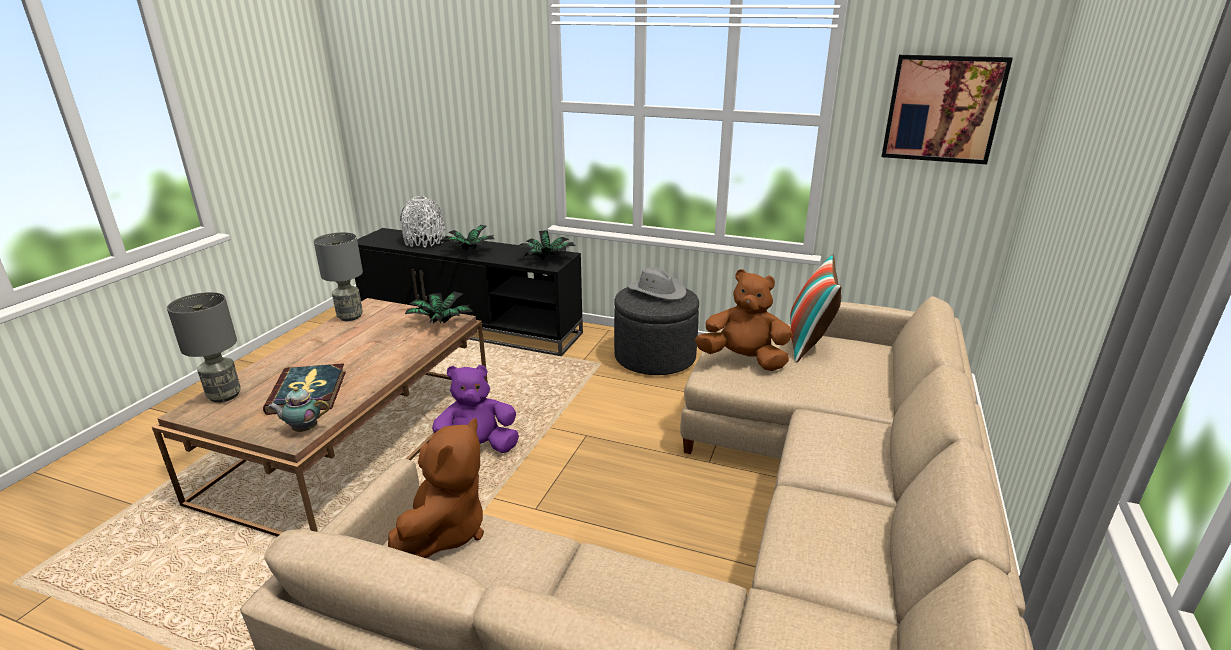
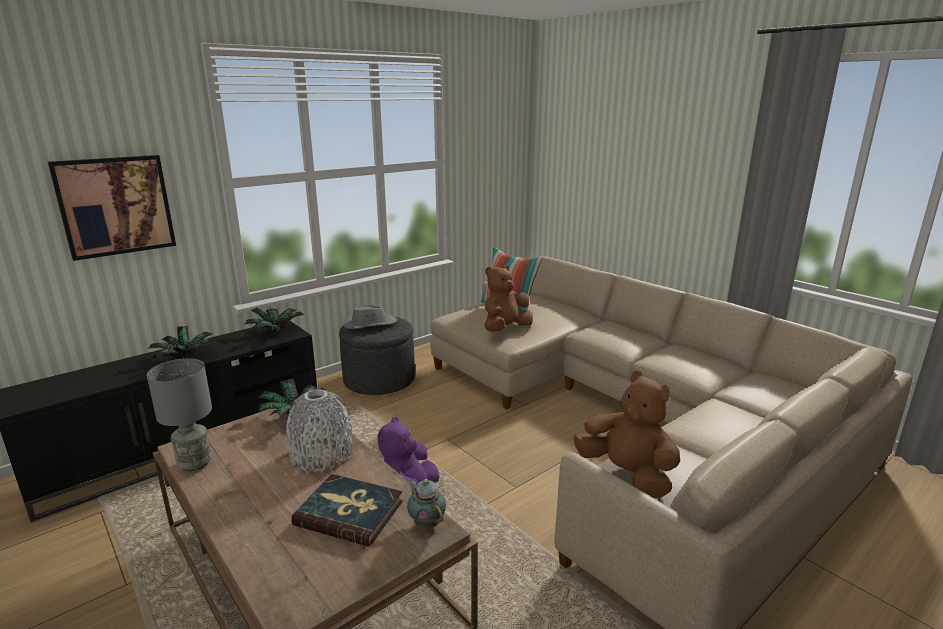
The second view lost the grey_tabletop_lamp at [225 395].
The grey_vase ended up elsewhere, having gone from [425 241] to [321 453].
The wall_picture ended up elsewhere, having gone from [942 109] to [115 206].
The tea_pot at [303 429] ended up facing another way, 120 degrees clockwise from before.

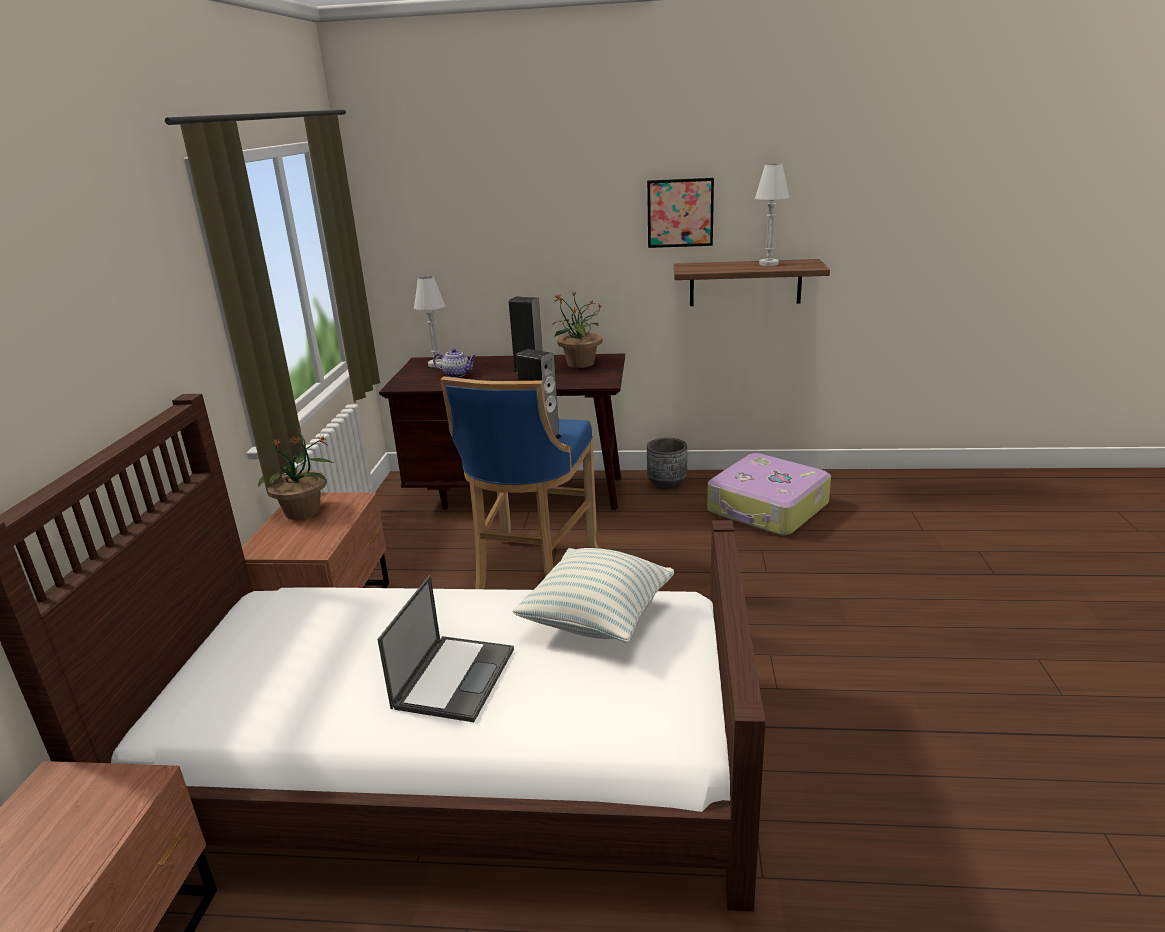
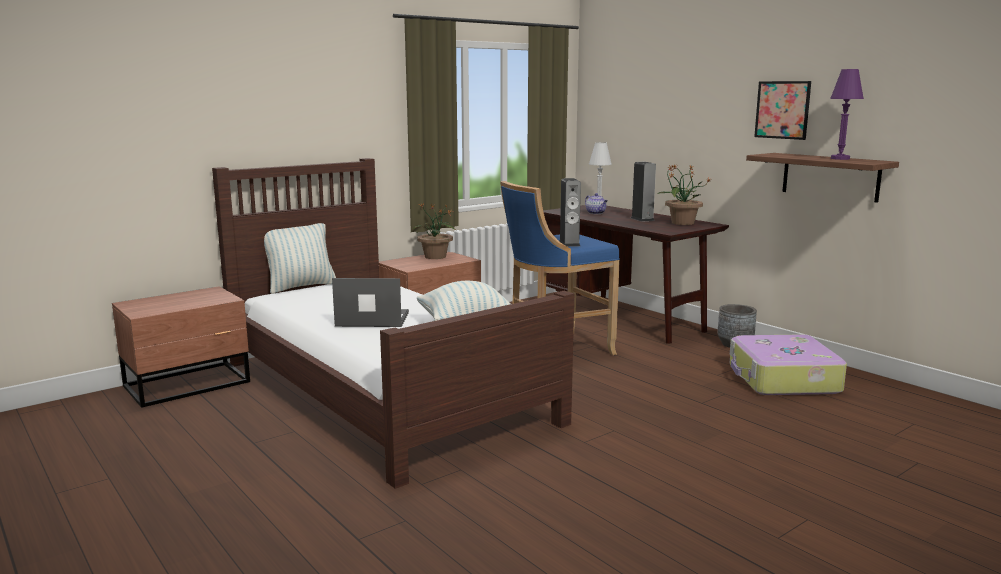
The second view gained the cushion at [301 287].
What was the whitish_tabletop_lamp at [768 264] turned into the purplish_tabletop_lamp at [840 158].
The laptop at [454 677] ended up facing another way, 150 degrees counterclockwise from before.

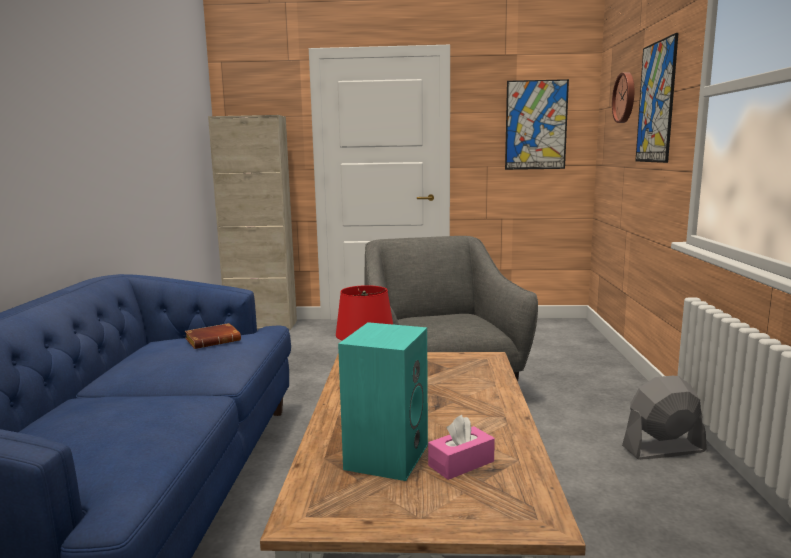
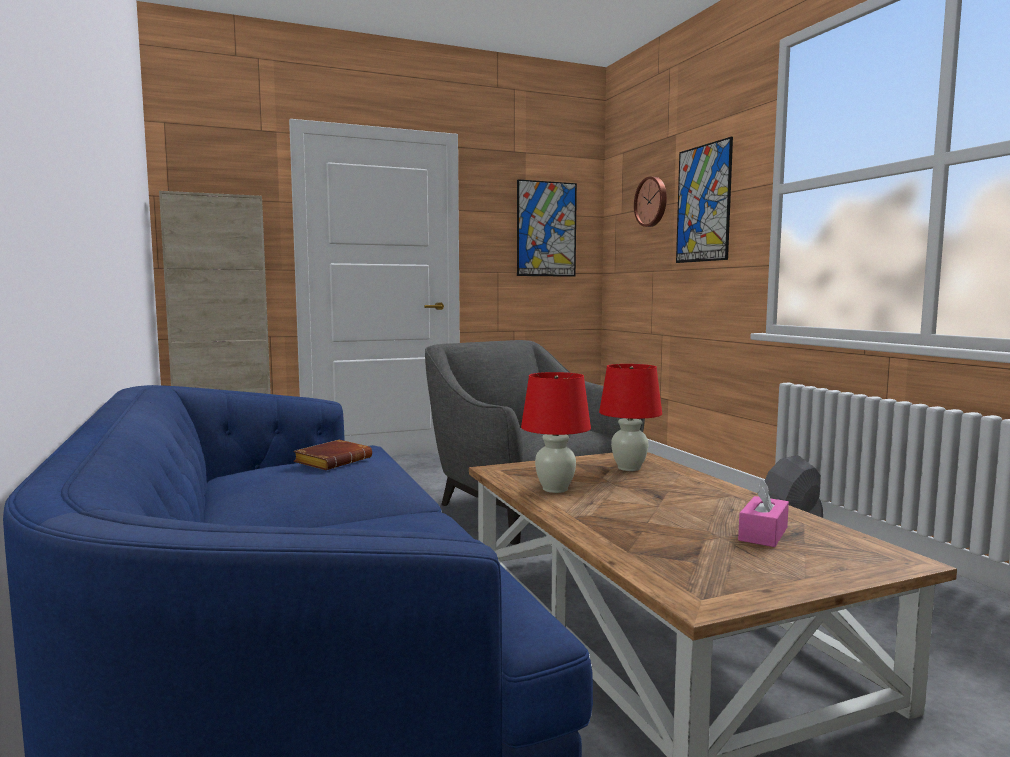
The second view lost the turquoise-coloured_speaker at [386 455].
The second view gained the reddish_tabletop_lamp at [628 468].

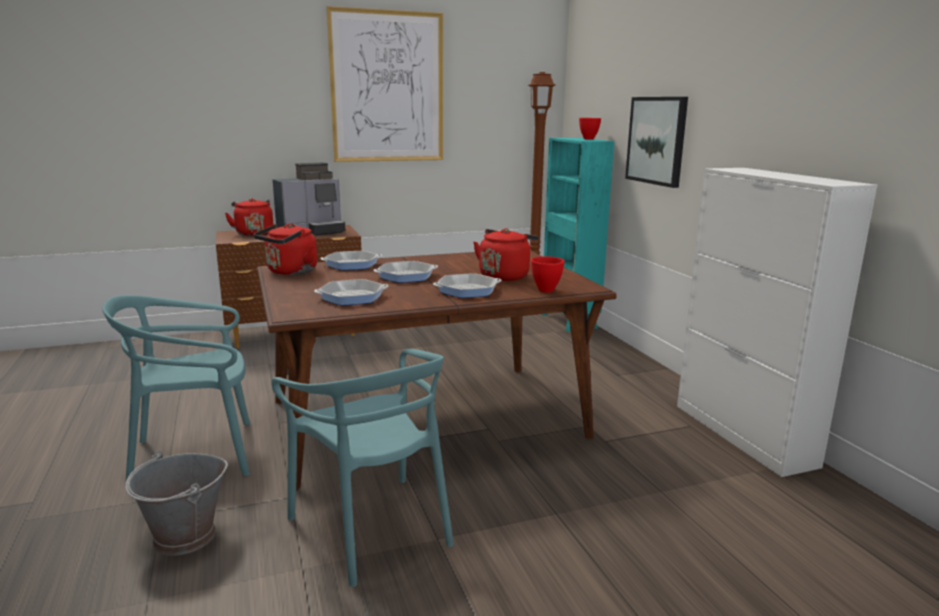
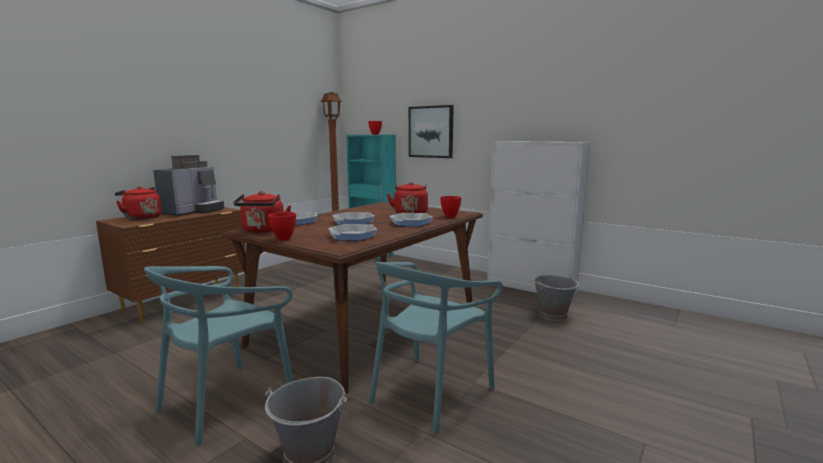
The second view lost the wall_picture at [387 87].
The second view gained the reddish_serving_bowl at [284 239].
The second view gained the grey_bucket at [553 315].
The turquoise-coloured_plain_chair at [373 528] ended up facing another way, 105 degrees clockwise from before.

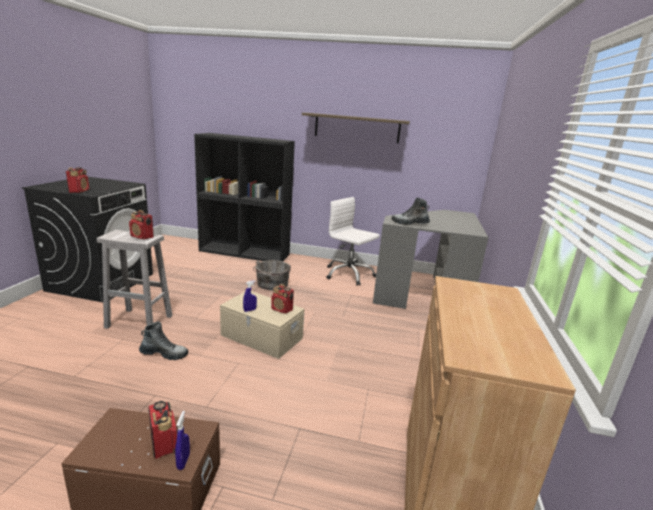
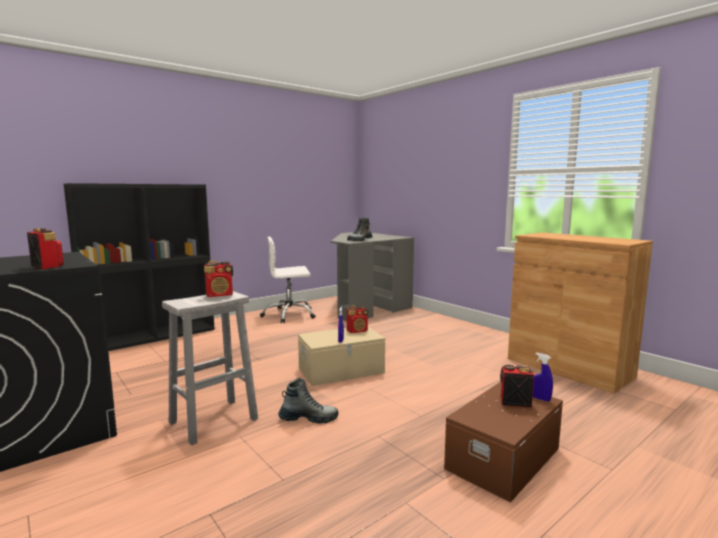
The second view lost the grey_bucket at [271 285].
The second view lost the bracket_shelf at [357 128].
The tall_boot at [164 354] ended up facing another way, 45 degrees clockwise from before.

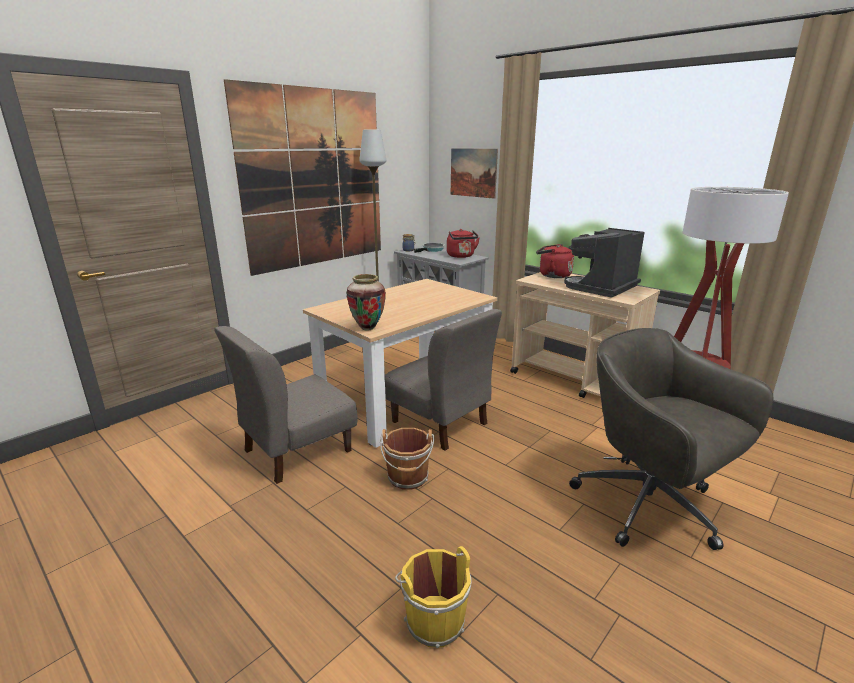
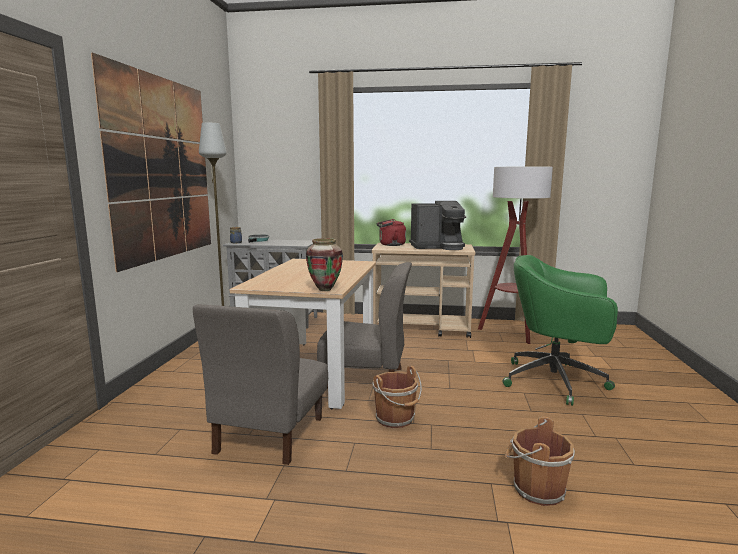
The second view lost the reddish_water_kettle at [461 256].
The second view lost the wall_picture at [473 172].
What was the yellow-coloured_bucket at [433 619] turned into the brown_bucket at [536 489].
What was the grey_computer_chair at [650 507] turned into the green-coloured_computer_chair at [557 381].
The coffee_maker at [602 288] ended up facing another way, 105 degrees counterclockwise from before.

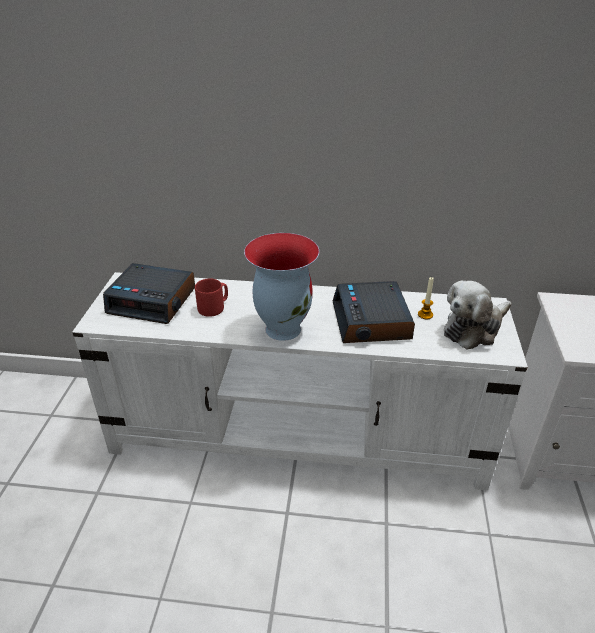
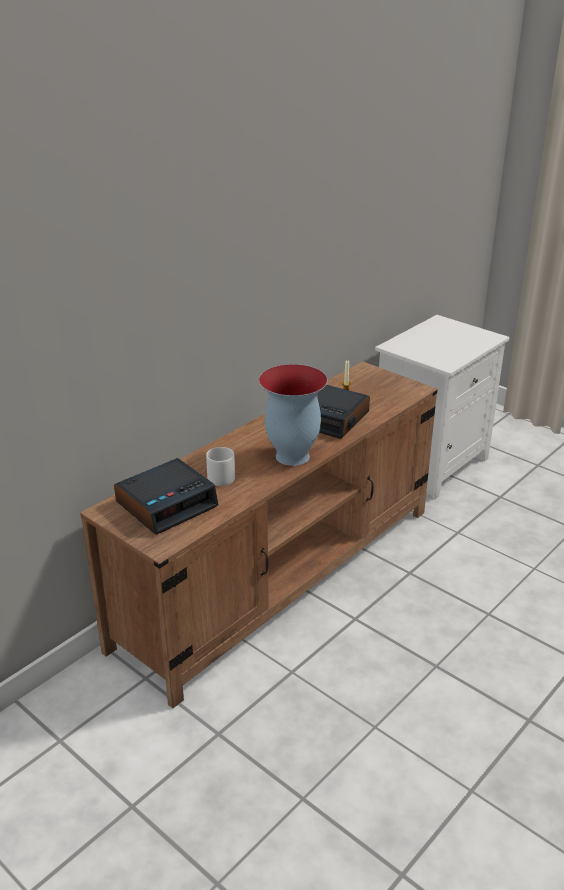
The second view lost the cuddly_toy at [474 329].
What was the whitish_tv_stand at [299 435] turned into the brown_tv_stand at [281 575].
What was the reddish_coffee_mug at [214 308] turned into the whitish_coffee_mug at [221 477].

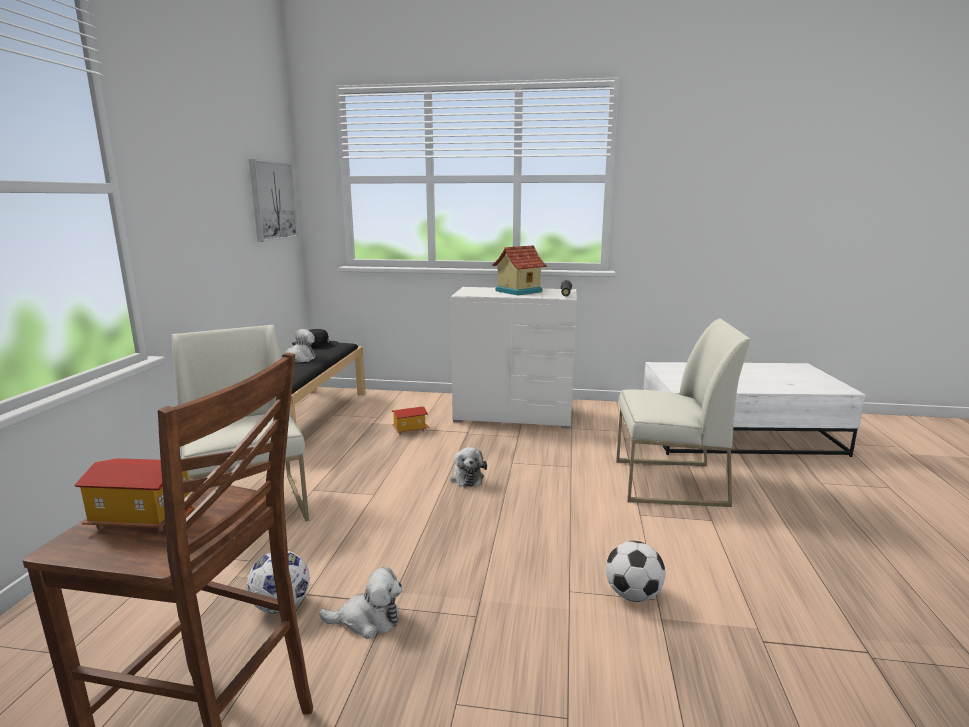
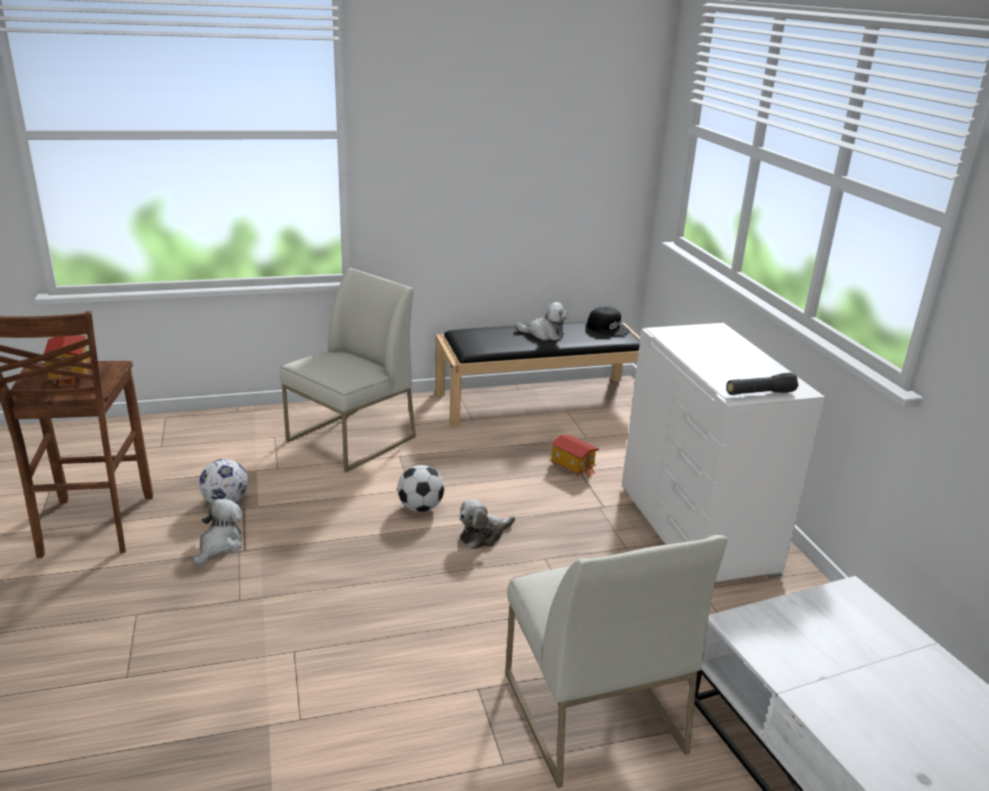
The second view lost the wall_picture at [273 201].
The second view lost the model_house at [517 291].
The football_ball ended up elsewhere, having gone from [632 595] to [420 507].
The cuddly_toy at [367 620] ended up facing another way, 135 degrees counterclockwise from before.

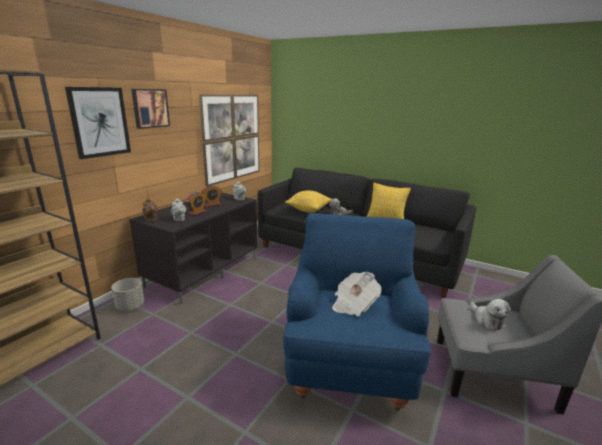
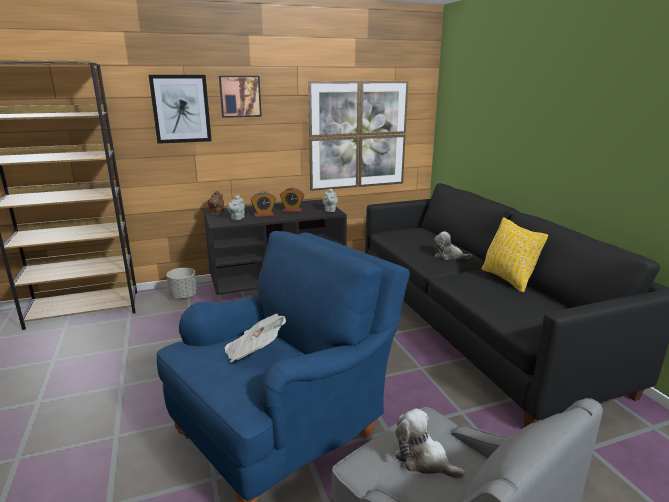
The second view lost the yellow-coloured_cushion at [308 210].
The cuddly_toy at [487 320] ended up facing another way, 105 degrees clockwise from before.

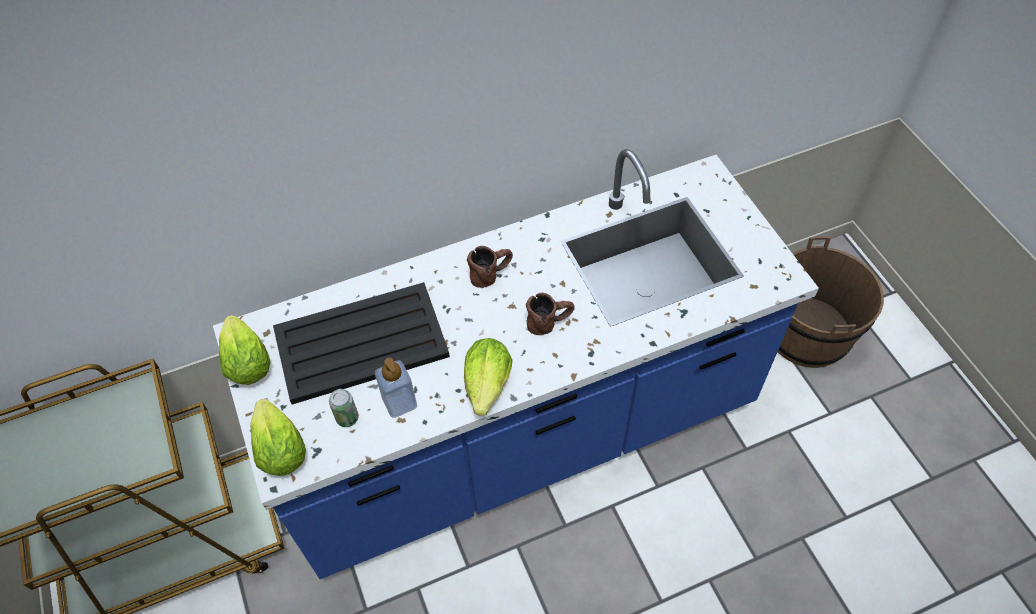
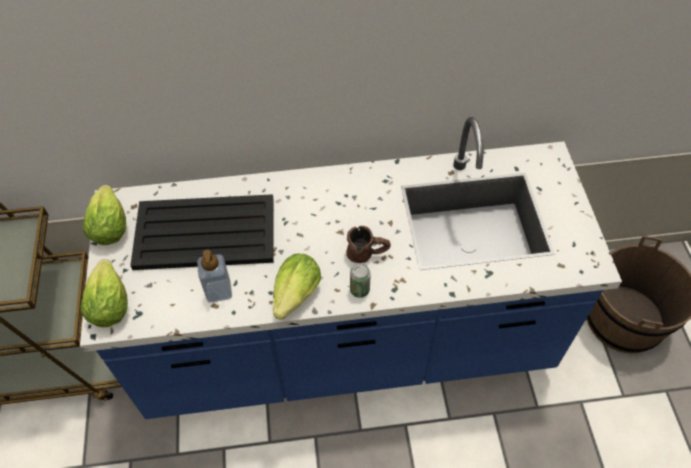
The second view lost the brown_coffee_mug at [491 274].
The sealed_can ended up elsewhere, having gone from [347 418] to [359 290].

